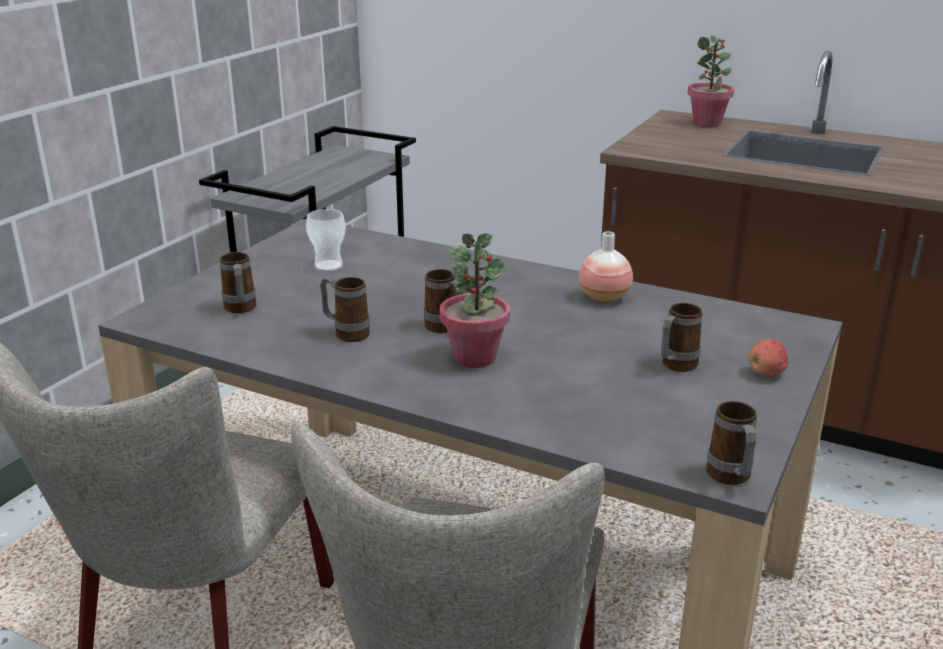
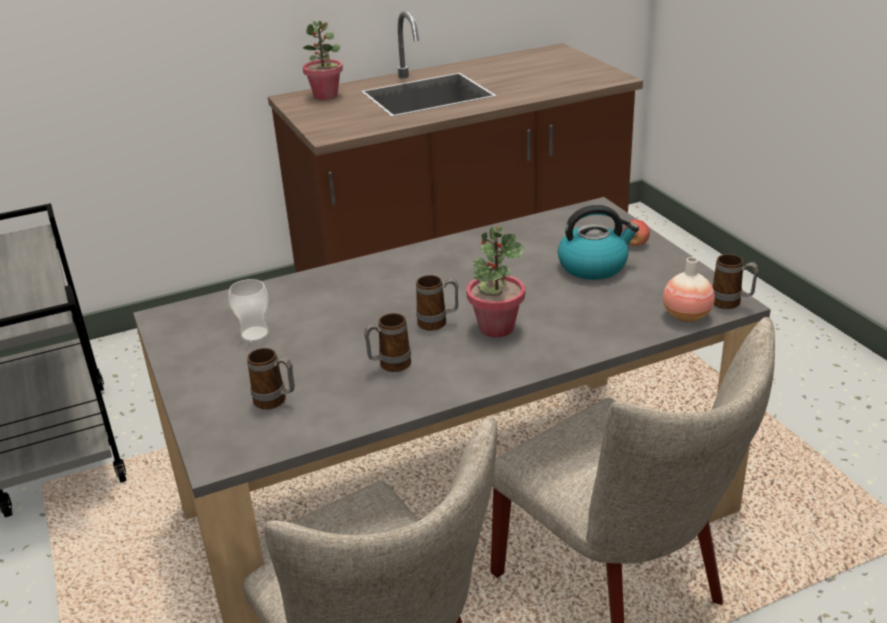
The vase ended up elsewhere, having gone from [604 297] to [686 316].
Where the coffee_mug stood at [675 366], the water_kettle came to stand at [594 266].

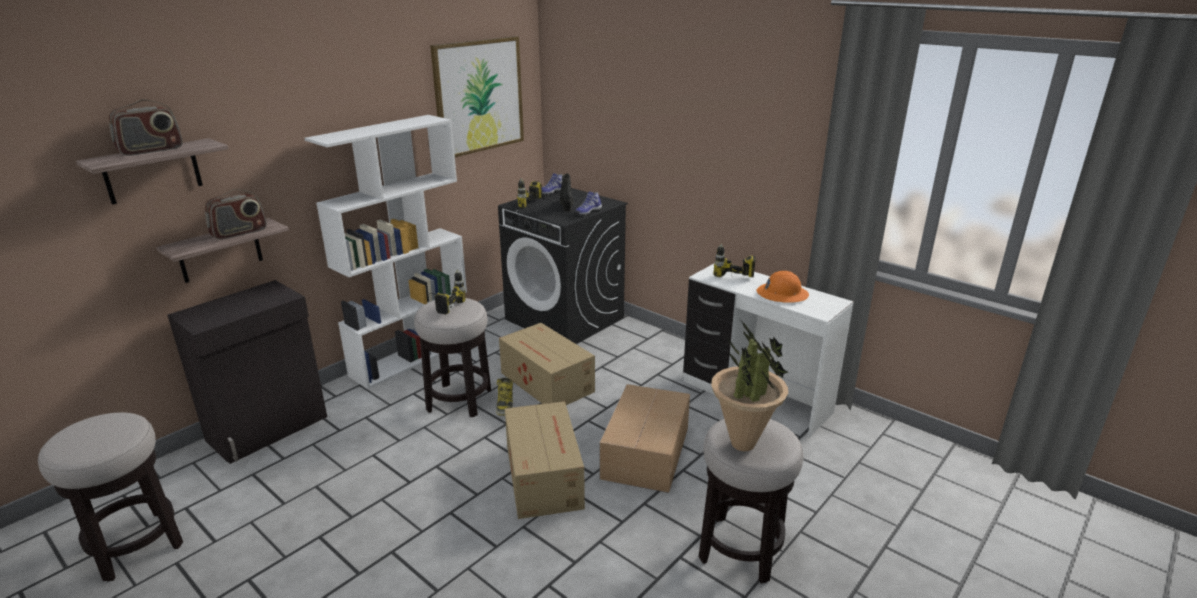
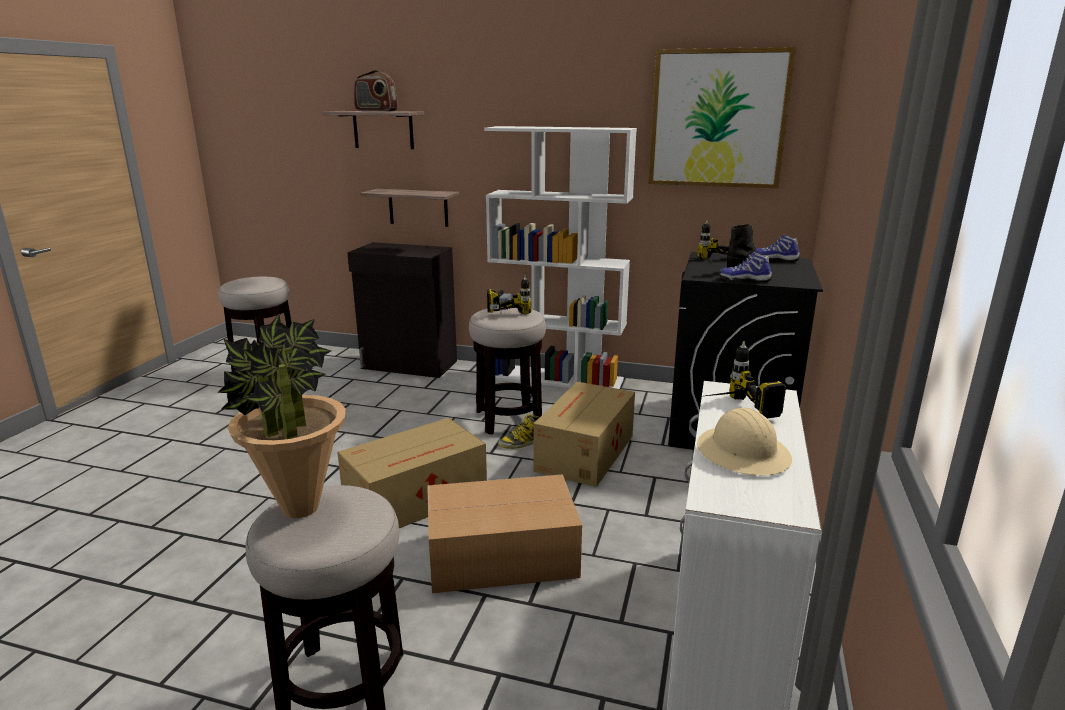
The second view lost the radio at [239 233].
What was the orange_work_helmet at [782 294] turned into the beige_work_helmet at [743 453].

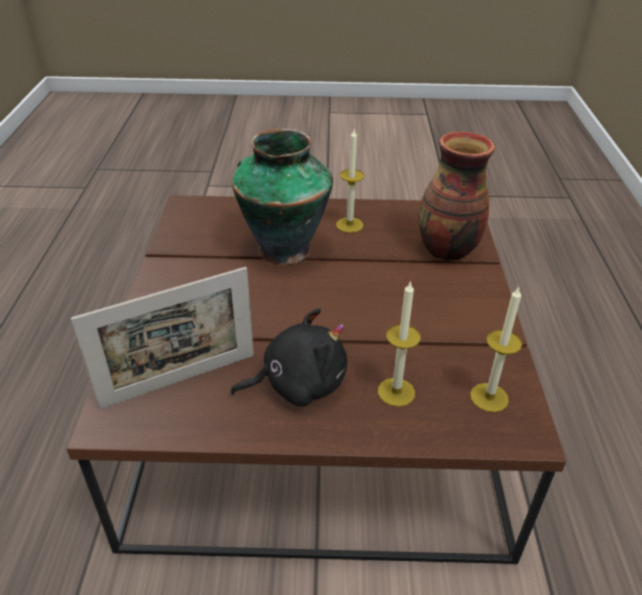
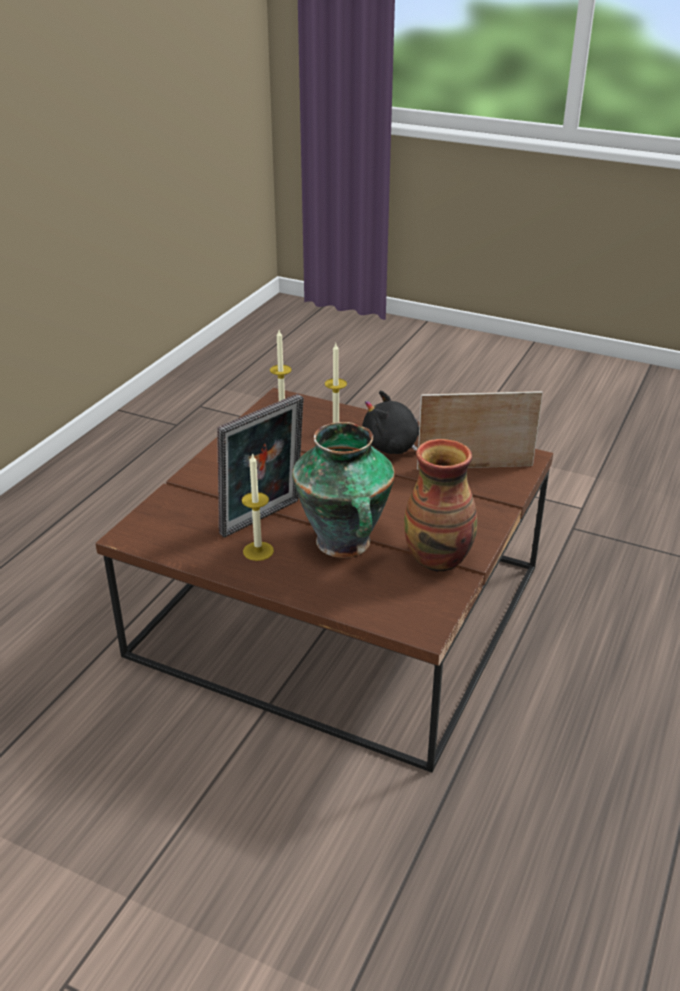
The second view gained the photo_frame at [263 519].
The vase ended up elsewhere, having gone from [446 250] to [439 558].

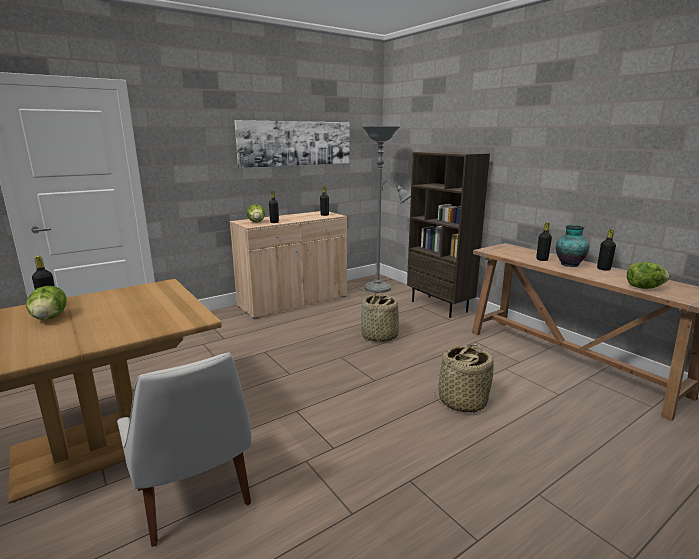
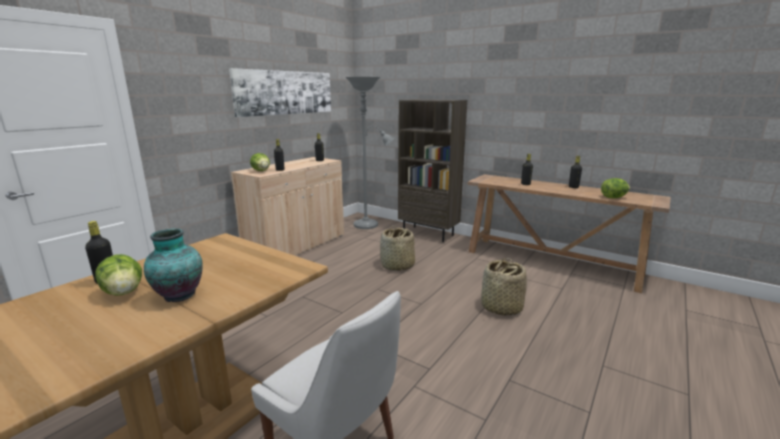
The vase ended up elsewhere, having gone from [568 264] to [178 296].

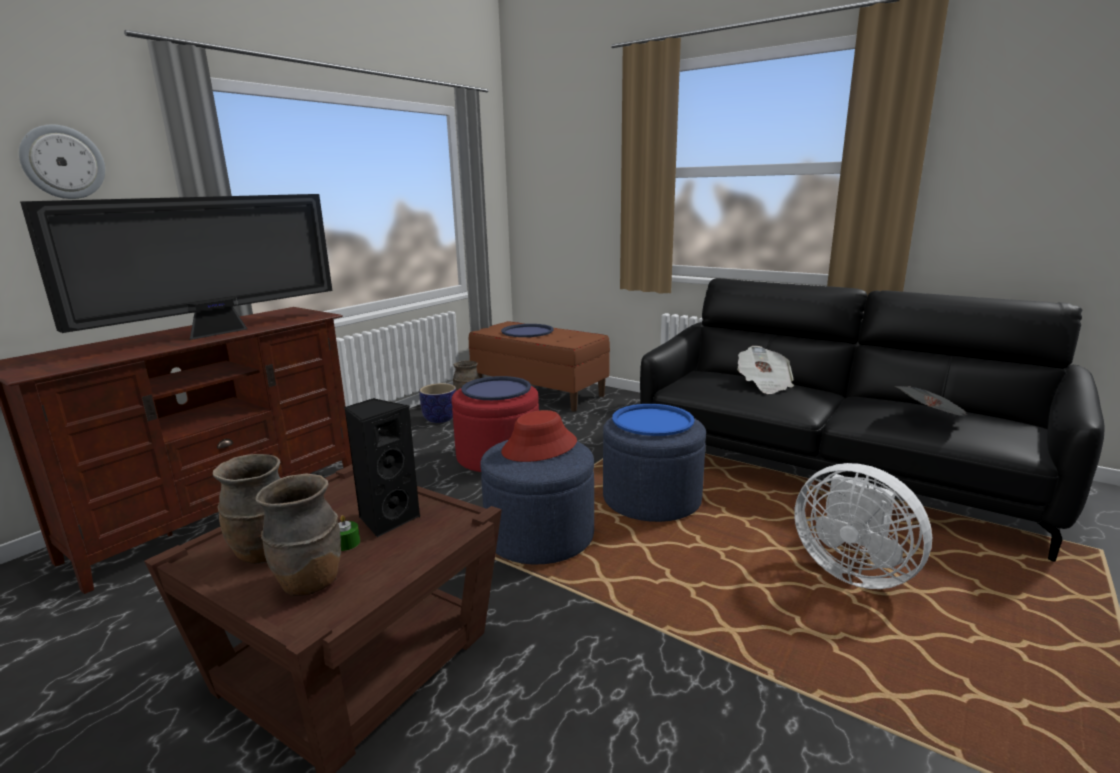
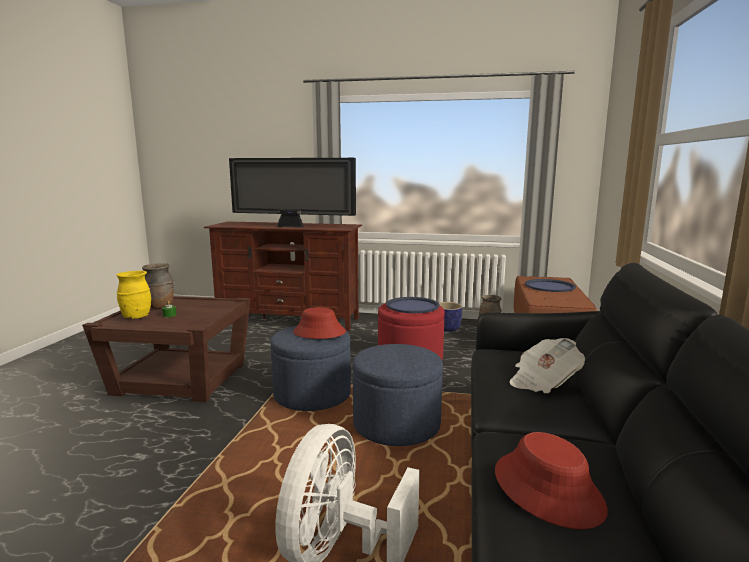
The second view lost the clock_on_the_wall at [63 162].
The second view lost the blackish_speaker at [387 519].
The second view lost the bluish_tray at [652 421].
Where the newspaper stood at [930 418], the reddish_clothing_hat came to stand at [548 489].
What was the brown_vase at [309 583] turned into the yellow-coloured_vase at [136 317].

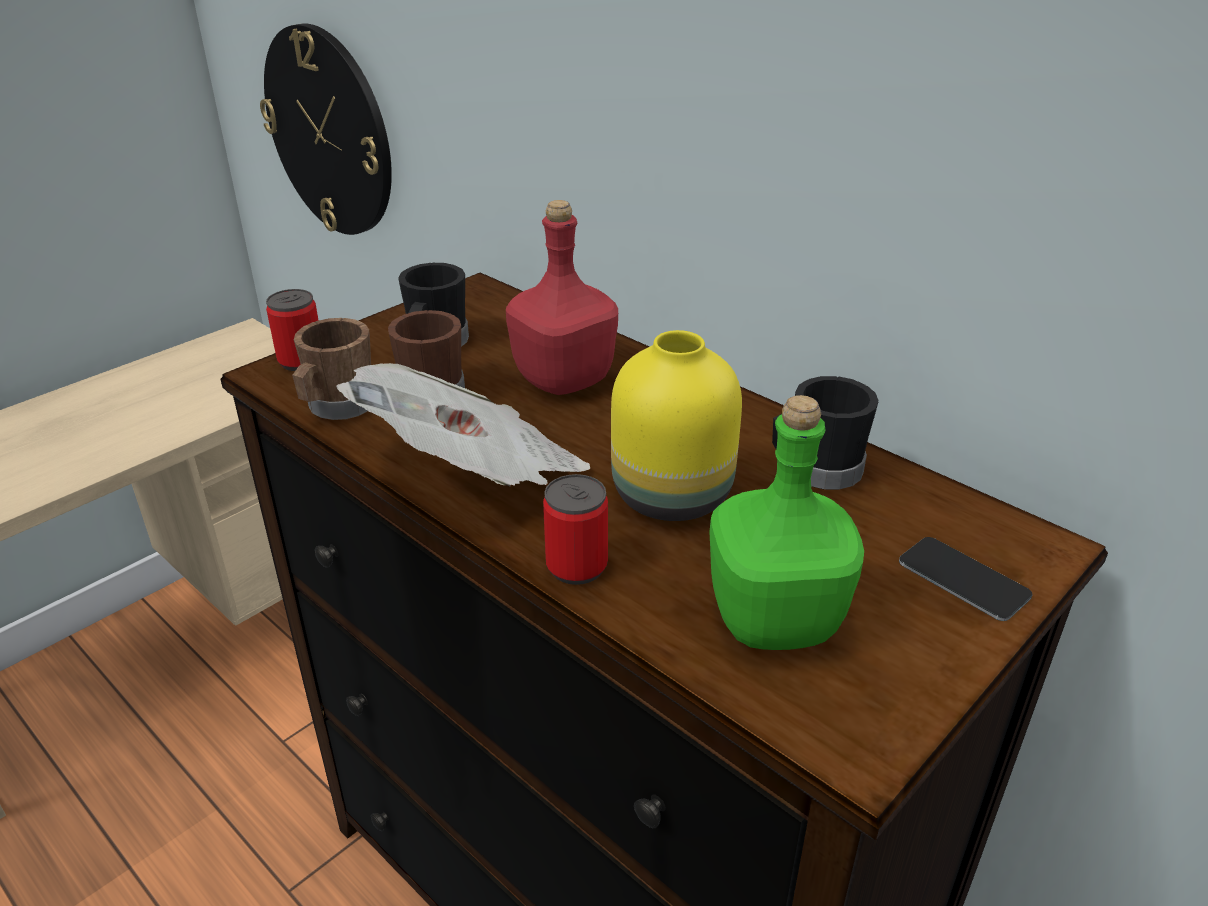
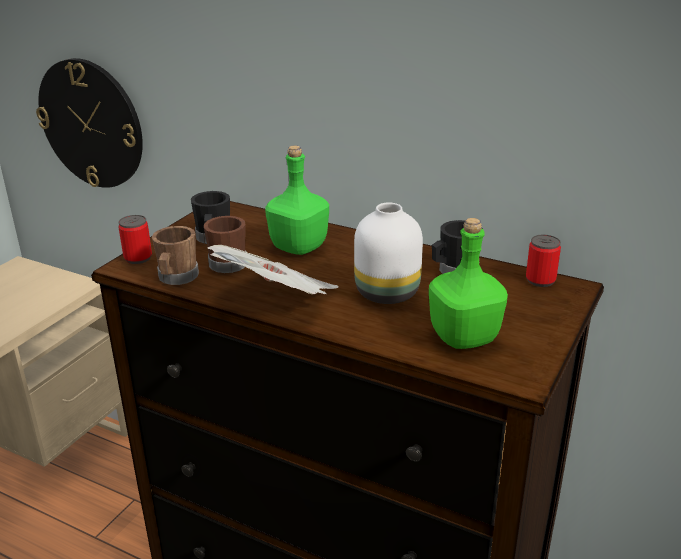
The second view lost the telephone at [963 579].
The sealed_can ended up elsewhere, having gone from [576 566] to [540 280].
What was the reddish_drink_bottle at [565 379] turned into the green-coloured_drink_bottle at [299 246].
What was the yellow-coloured_vase at [672 494] turned into the whitish_vase at [387 292].

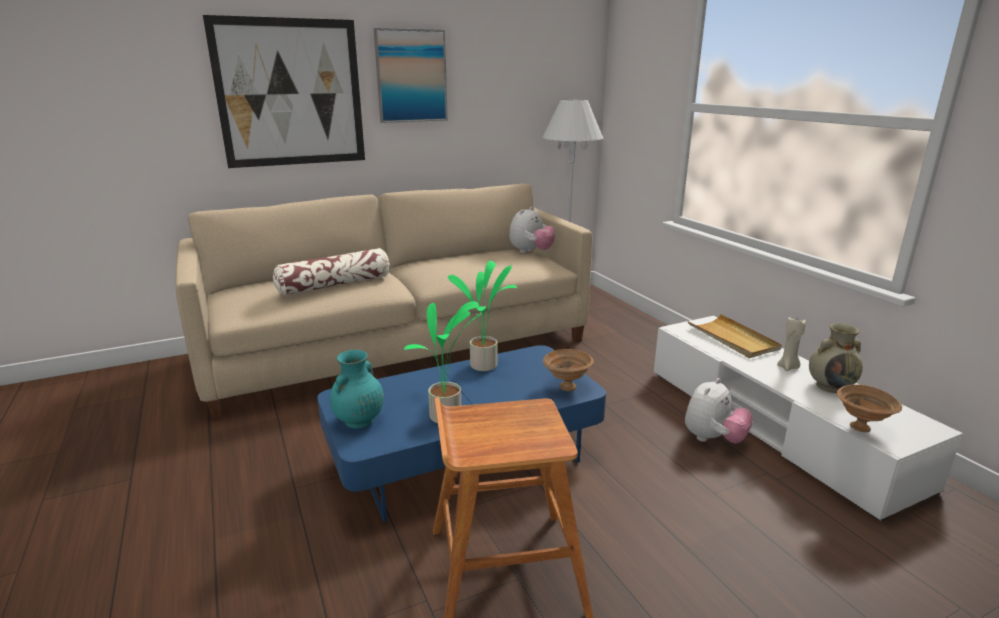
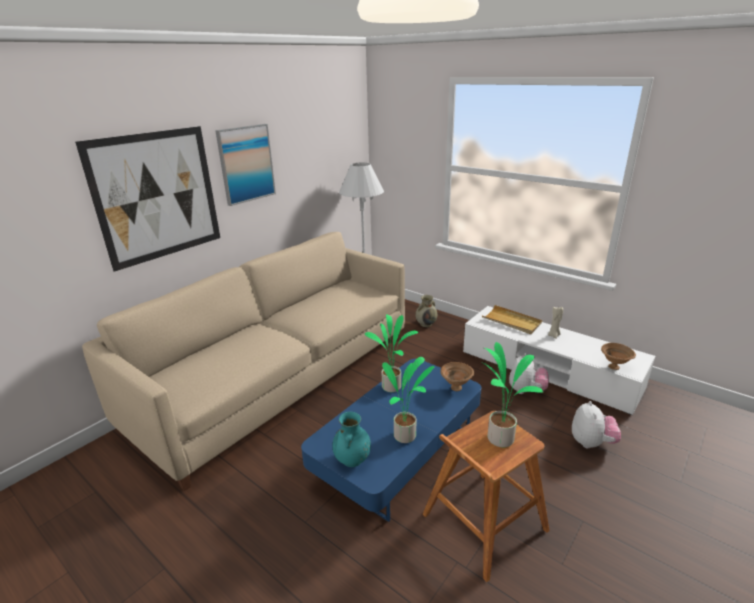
The second view lost the cushion at [335 285].
The second view gained the potted_plant at [500 437].
The cuddly_toy ended up elsewhere, having gone from [531 252] to [591 443].
The beige_vase ended up elsewhere, having gone from [830 386] to [426 324].

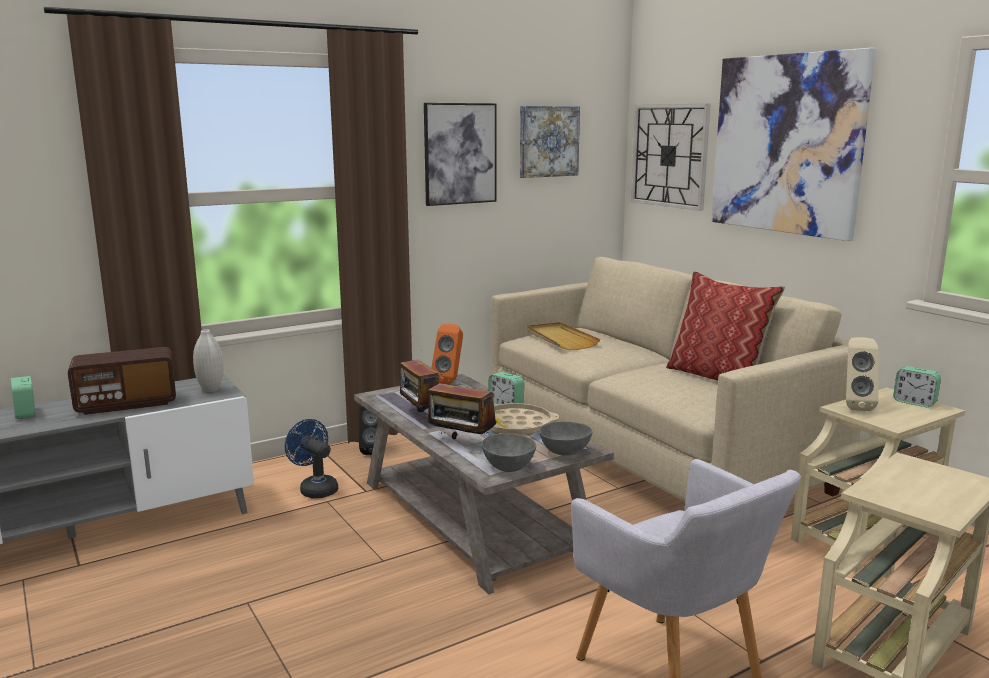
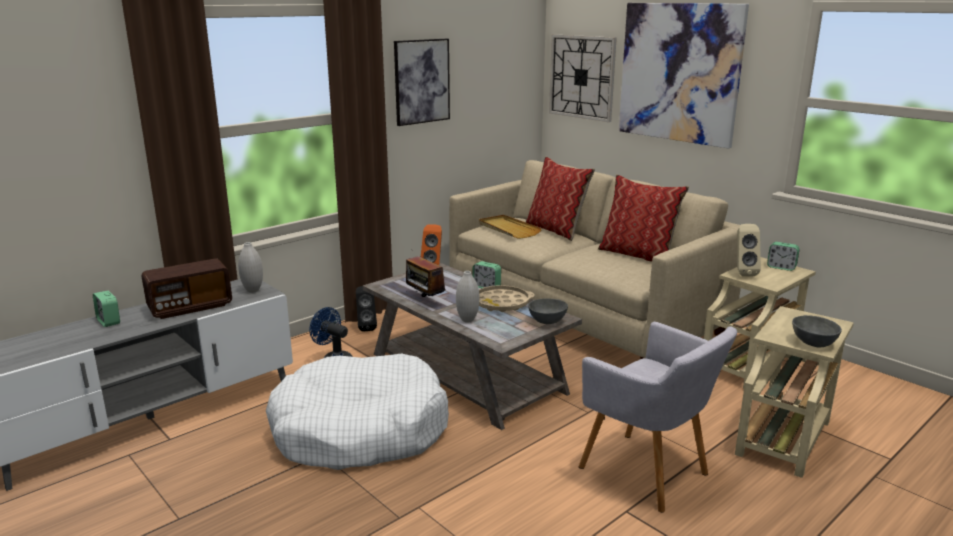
The second view lost the wall_picture at [548 141].
The second view gained the whitish_dog_bed at [360 430].
The second view gained the cushion at [556 230].
The grey_serving_bowl ended up elsewhere, having gone from [508 466] to [813 343].
Where the radio stood at [461 443], the whitish_vase came to stand at [467 320].

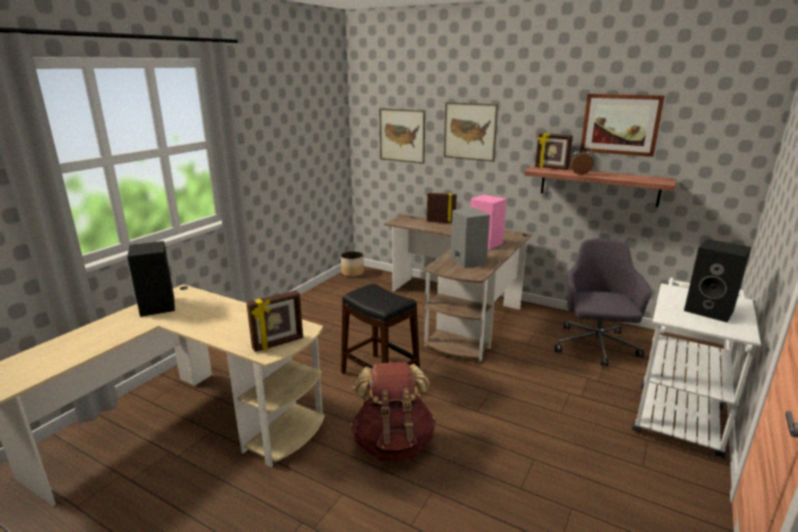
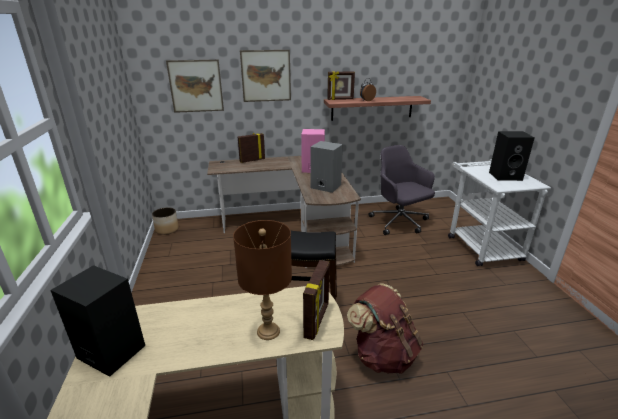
The second view lost the wall_picture at [620 124].
The second view gained the brown_tabletop_lamp at [268 331].

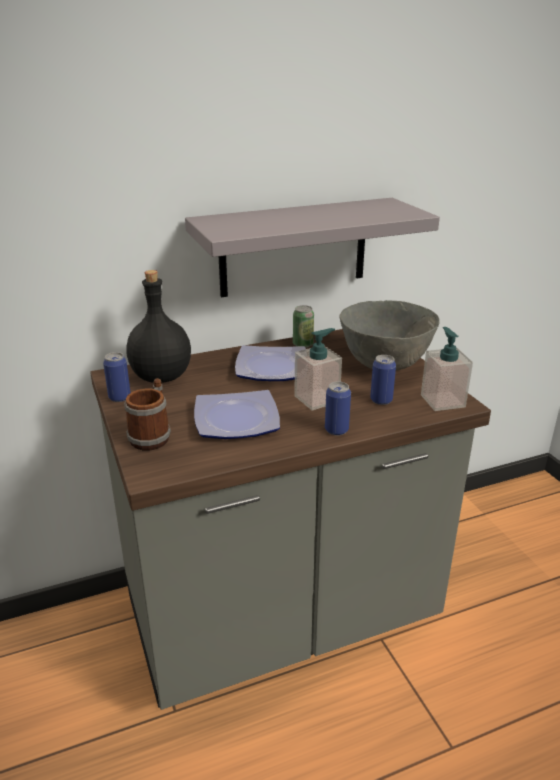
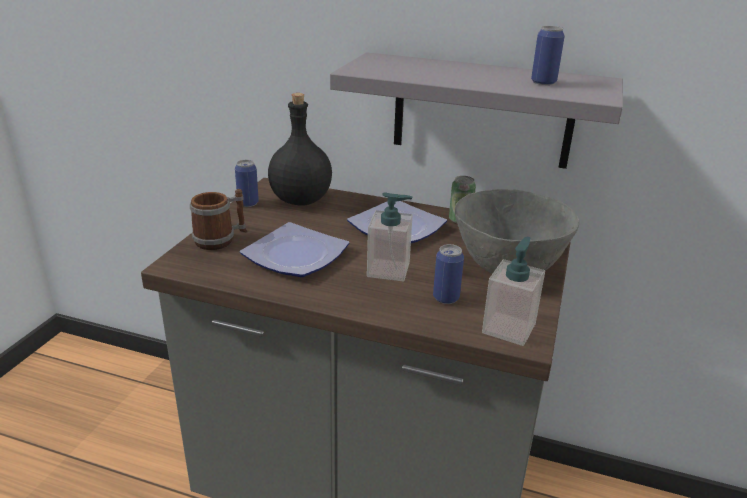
The sealed_can ended up elsewhere, having gone from [336 430] to [543 82].

